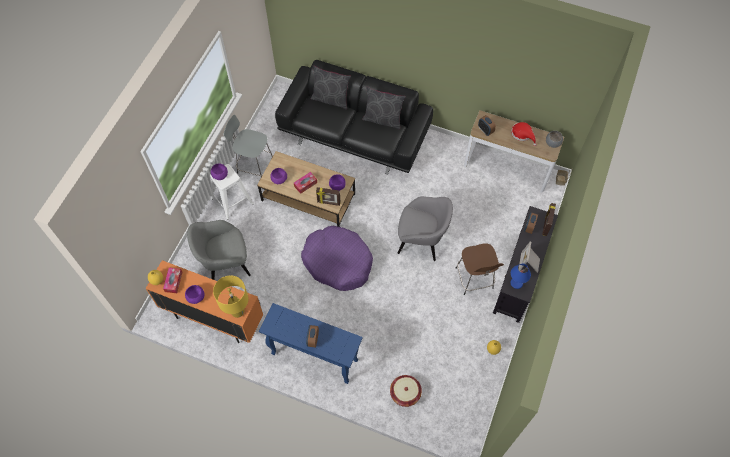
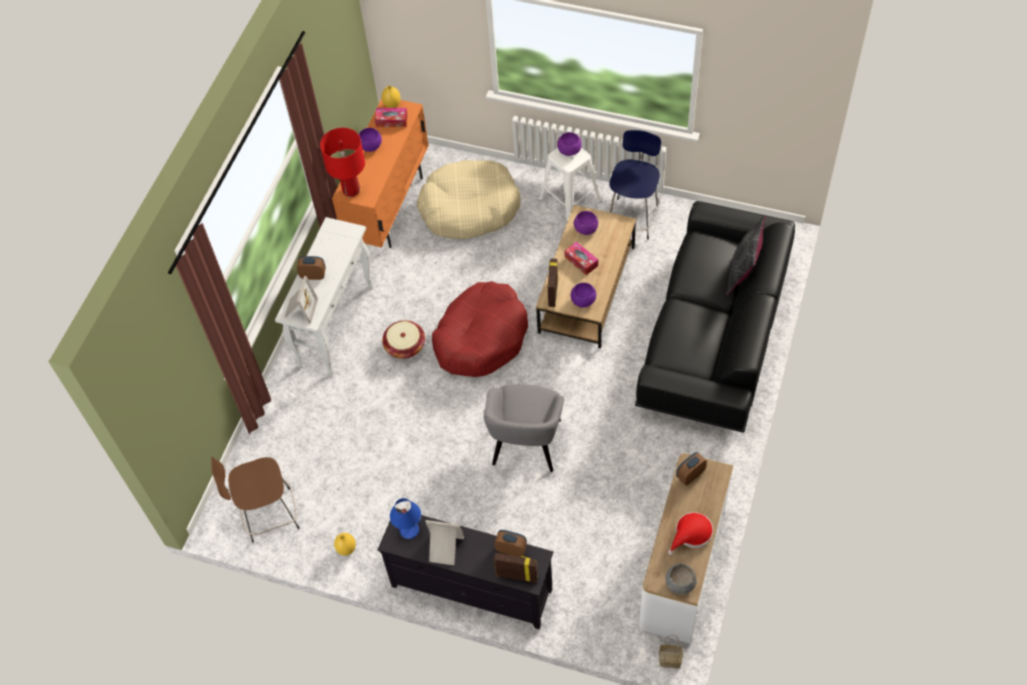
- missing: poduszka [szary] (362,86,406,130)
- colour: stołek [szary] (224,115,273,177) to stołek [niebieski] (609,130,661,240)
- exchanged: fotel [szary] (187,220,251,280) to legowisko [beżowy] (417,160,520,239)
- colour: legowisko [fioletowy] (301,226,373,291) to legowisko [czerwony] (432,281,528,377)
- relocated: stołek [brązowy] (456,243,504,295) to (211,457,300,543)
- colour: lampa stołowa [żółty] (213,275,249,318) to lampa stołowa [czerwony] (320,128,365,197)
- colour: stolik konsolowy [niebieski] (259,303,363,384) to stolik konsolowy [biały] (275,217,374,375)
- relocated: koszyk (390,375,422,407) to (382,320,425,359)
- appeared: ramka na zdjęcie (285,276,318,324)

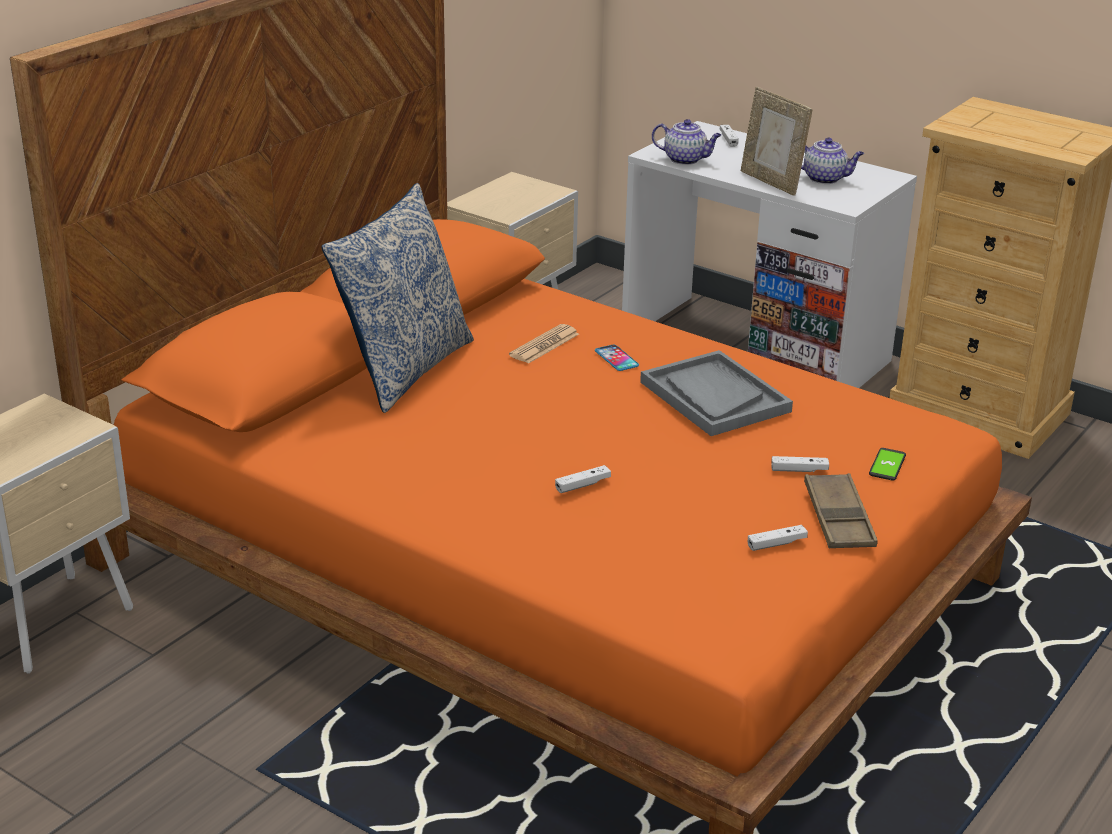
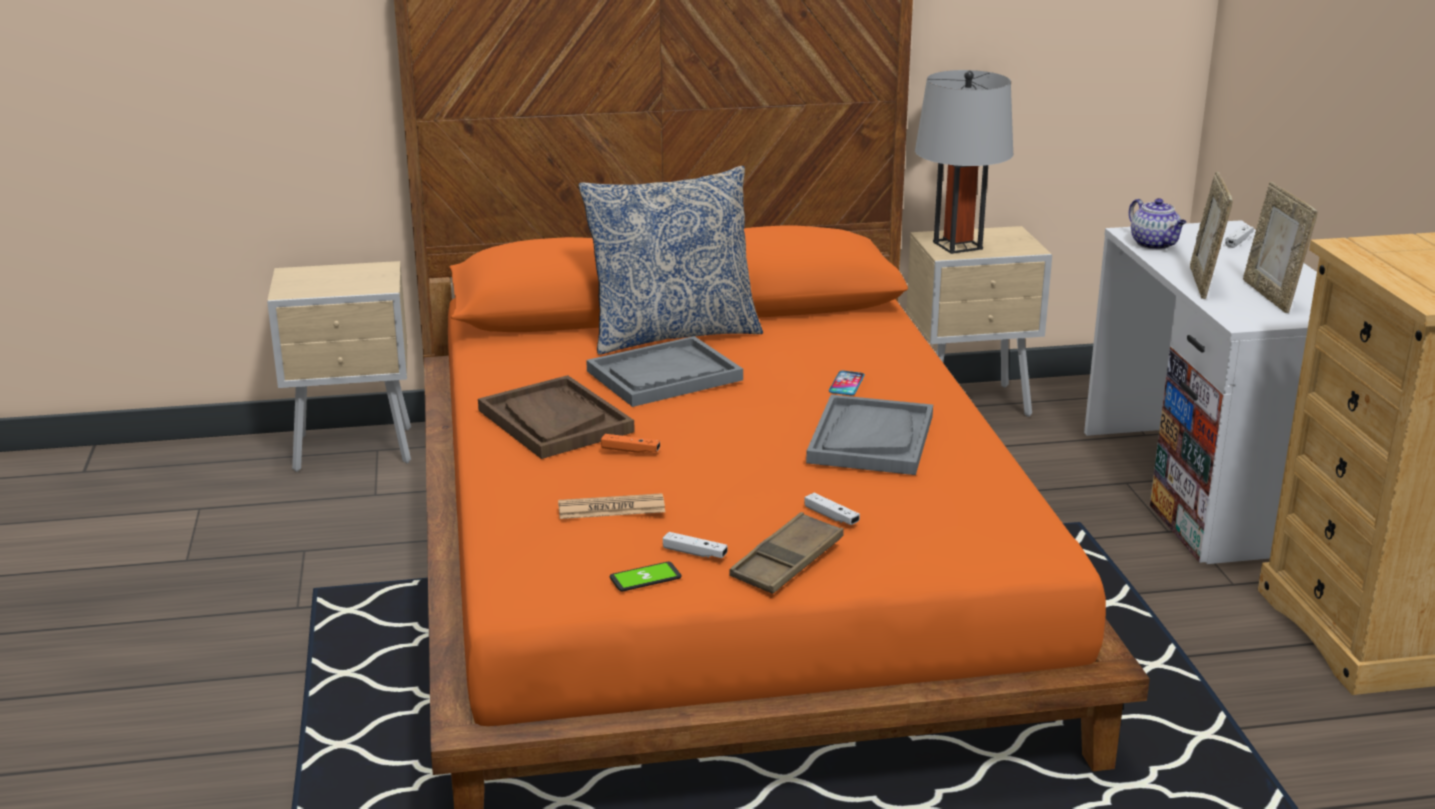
- exchanged: imbryk (801,138,864,184) to ramka na zdjęcie (1243,182,1318,313)
- relocated: gazeta (509,324,579,364) to (558,493,665,519)
- relocated: telefon (869,448,906,481) to (610,562,682,591)
- colour: pad do gier [biały] (555,465,611,493) to pad do gier [pomarańczowy] (601,434,660,453)
- appeared: lampa stołowa [szary] (915,70,1013,254)
- appeared: taca [szary] (586,336,743,407)
- appeared: taca [brązowy] (478,375,635,459)

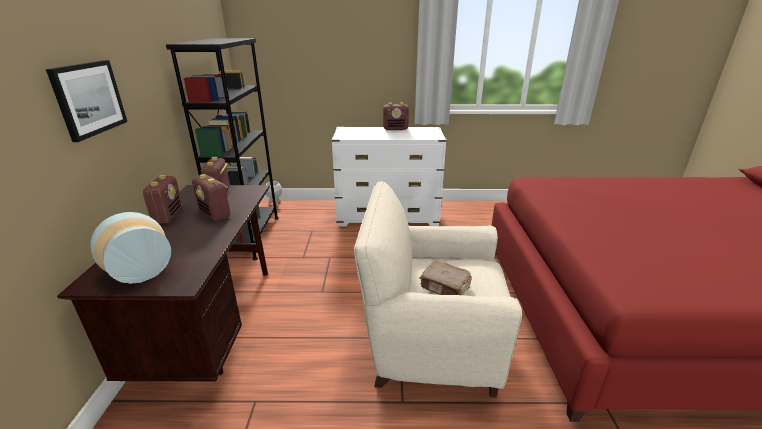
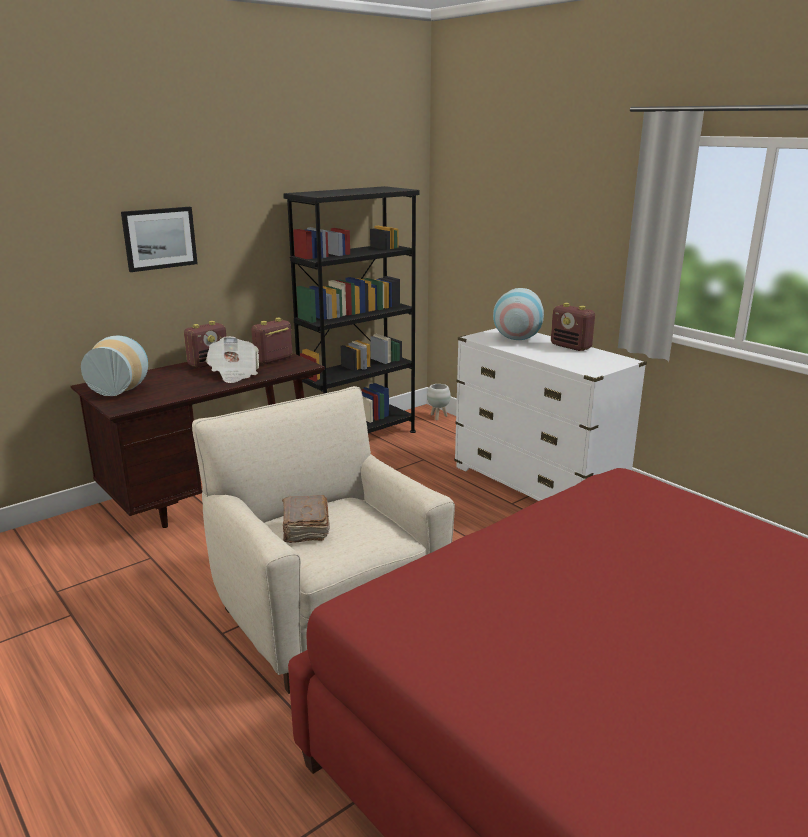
- exchanged: radio (192,174,230,221) to gazeta (206,336,259,383)
- appeared: wazon (493,288,544,340)

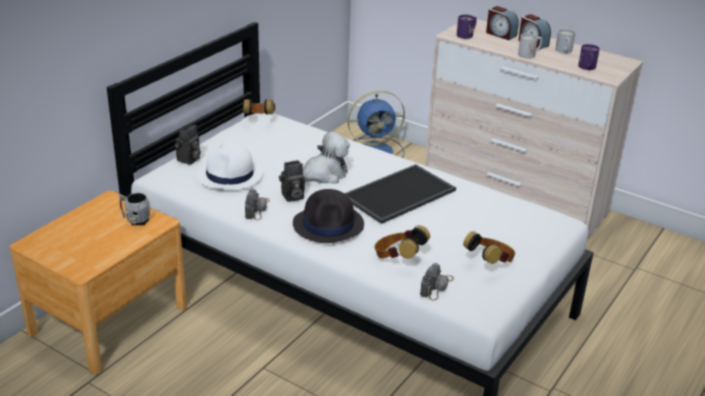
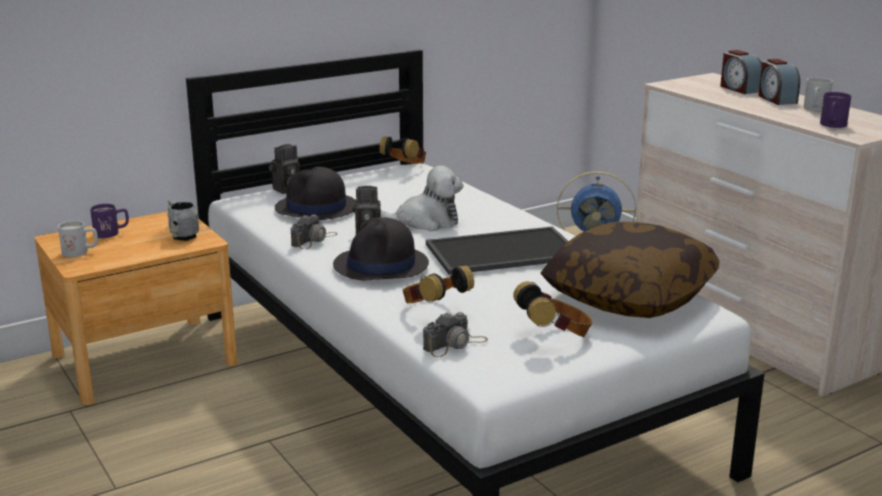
- relocated: kubek [fioletowy] (457,15,477,39) to (90,204,129,238)
- relocated: kubek [biały] (518,33,542,59) to (58,221,98,257)
- colour: kapelusz [biały] (197,142,263,189) to kapelusz [czarny] (275,167,356,220)
- appeared: poduszka (541,222,720,318)

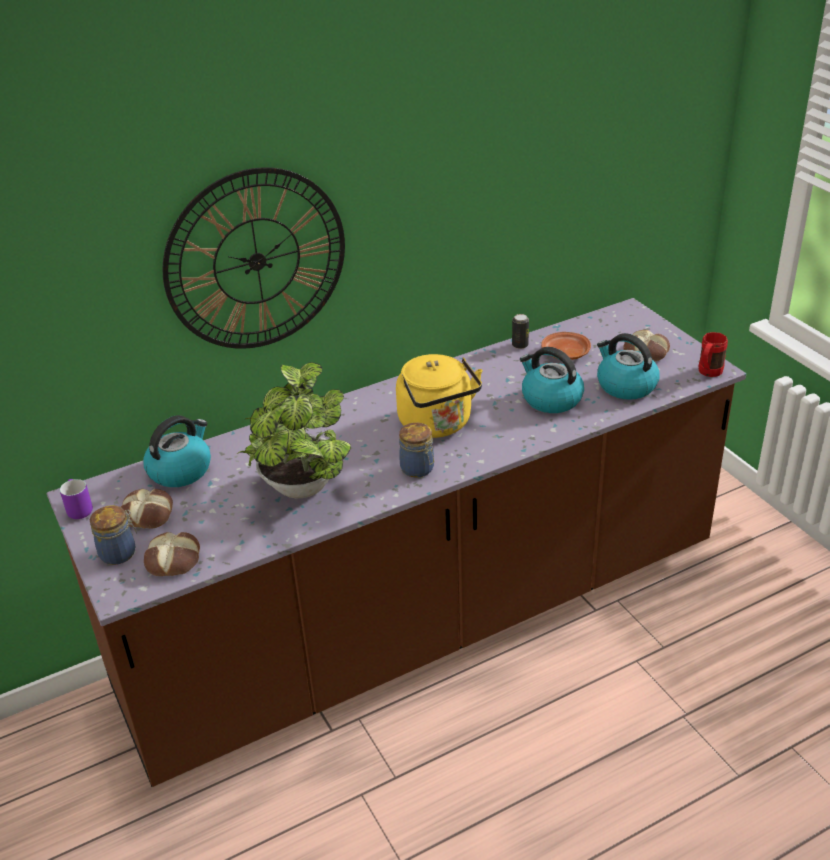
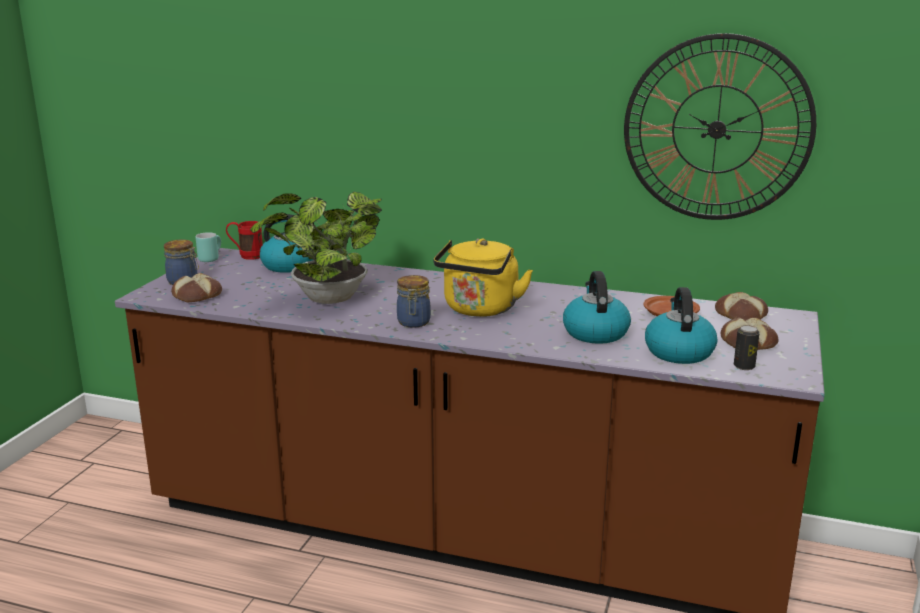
- relocated: zegar ścienny (162,167,345,349) to (624,33,816,220)
- relocated: puszka (512,314,529,349) to (734,325,760,370)
- relocated: kubek [czerwony] (699,332,728,377) to (226,221,263,260)
- colour: kubek [fioletowy] (60,479,93,519) to kubek [turkusowy] (196,232,221,262)
- relocated: chleb (121,489,173,529) to (715,292,768,321)

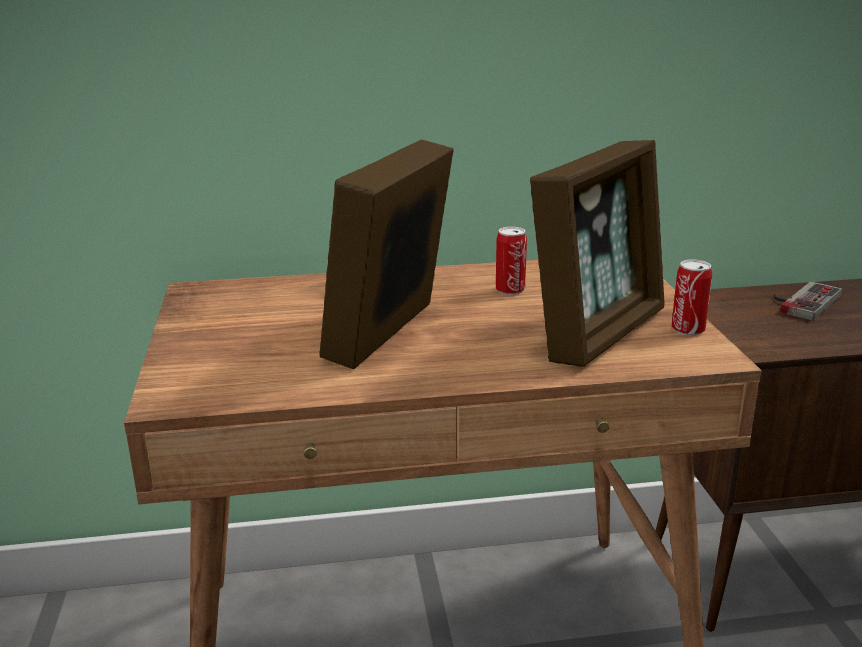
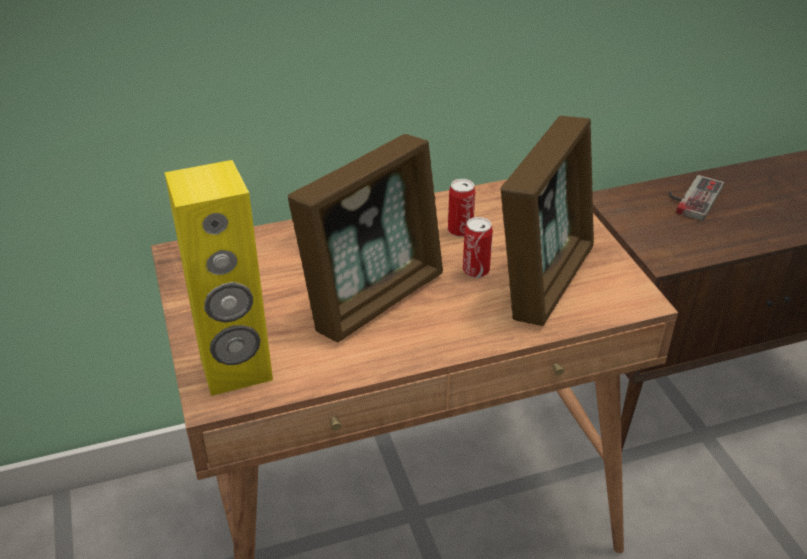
- spun: ramka na zdjęcie (320,139,453,369) = (288,134,443,342) 150 degrees counterclockwise
- relocated: puszka (672,259,712,336) to (463,217,493,278)
- appeared: głośnik [żółty] (164,160,273,396)

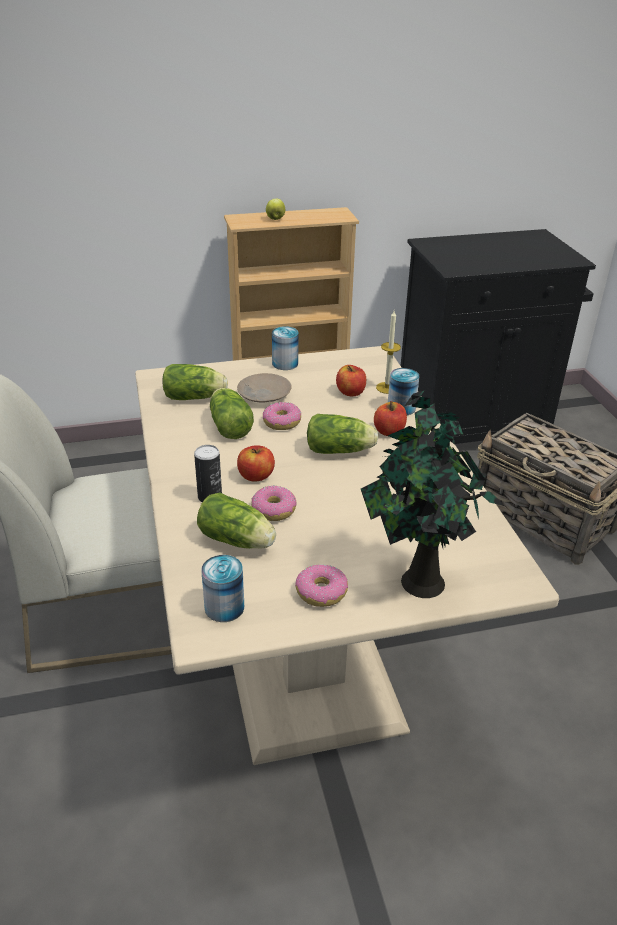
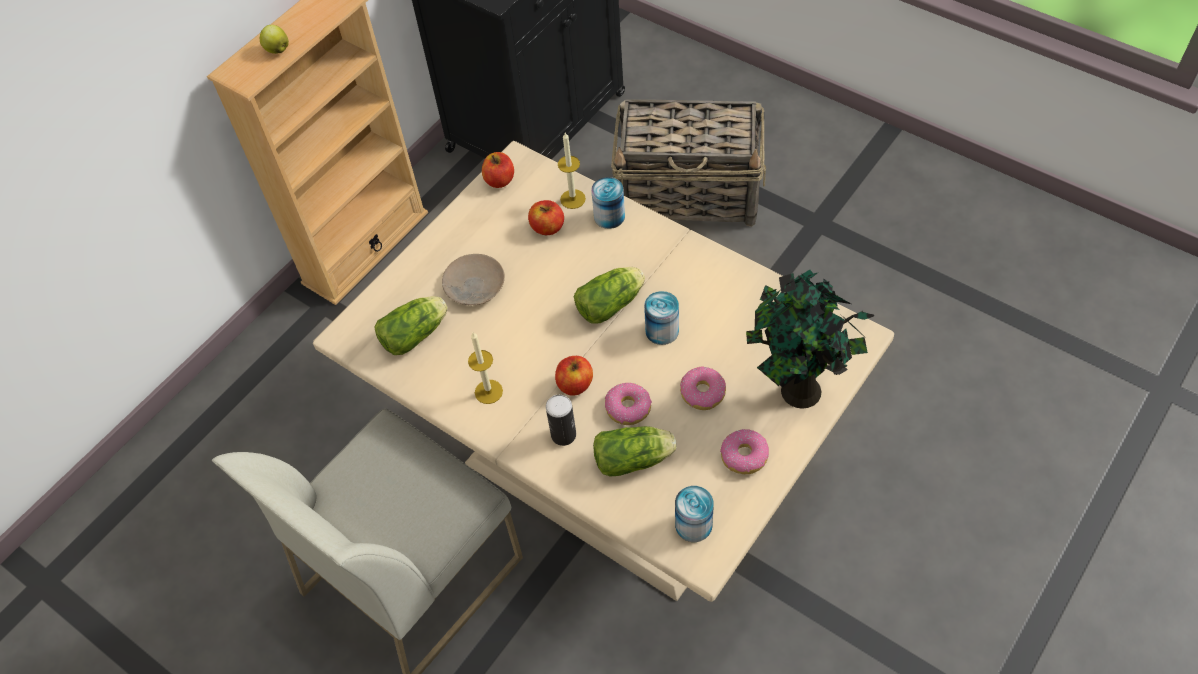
- relocated: puszka (272,326,299,370) to (644,291,679,345)
- missing: sałata (210,388,254,439)
- relocated: jabłko (374,401,407,436) to (482,152,514,188)
- relocated: donut (263,402,301,430) to (680,367,726,410)
- appeared: świeca (468,332,503,404)

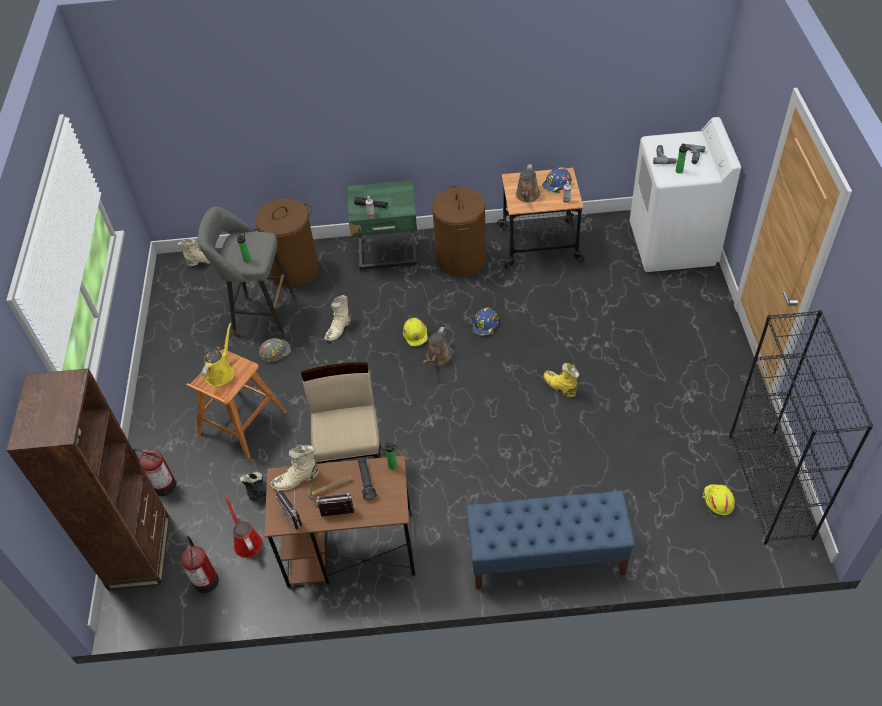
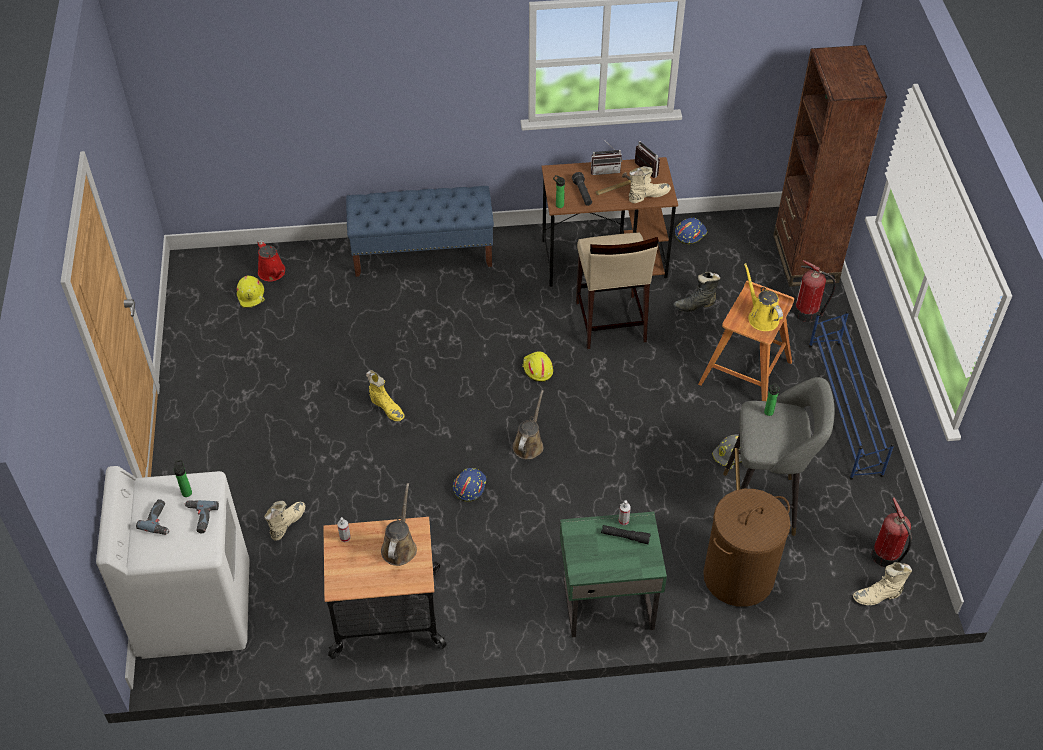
- relocated: kask [niebieski] (542,167,572,194) to (675,218,707,244)
- missing: kosz na pranie [brązowy] (432,186,486,277)
- relocated: but z cholewką [beżowy] (324,295,351,341) to (264,500,305,541)
- missing: regał [czarny] (729,310,874,545)
- relocated: kask [żółty] (403,318,429,347) to (522,351,553,382)
- spun: konewka [żółty] (202,323,234,386) = (744,263,783,331) 135 degrees clockwise
- relocated: konewka [czerwony] (224,495,262,558) to (257,240,285,281)
- relocated: gaśnica (181,536,219,593) to (872,497,912,567)
- appeared: regał na buty [niebieski] (809,310,894,480)

